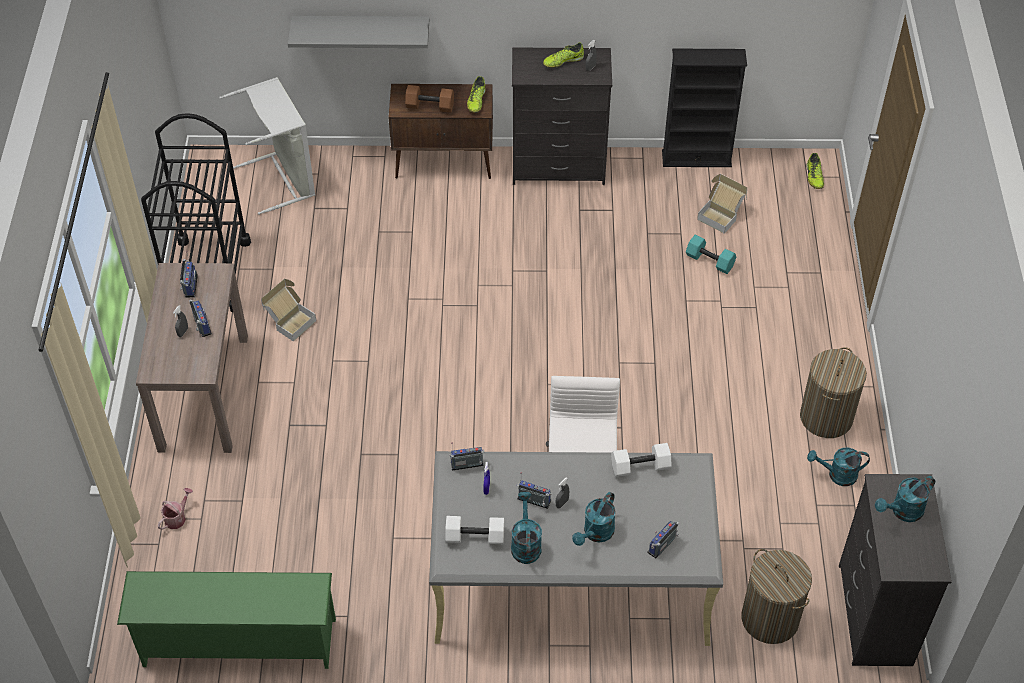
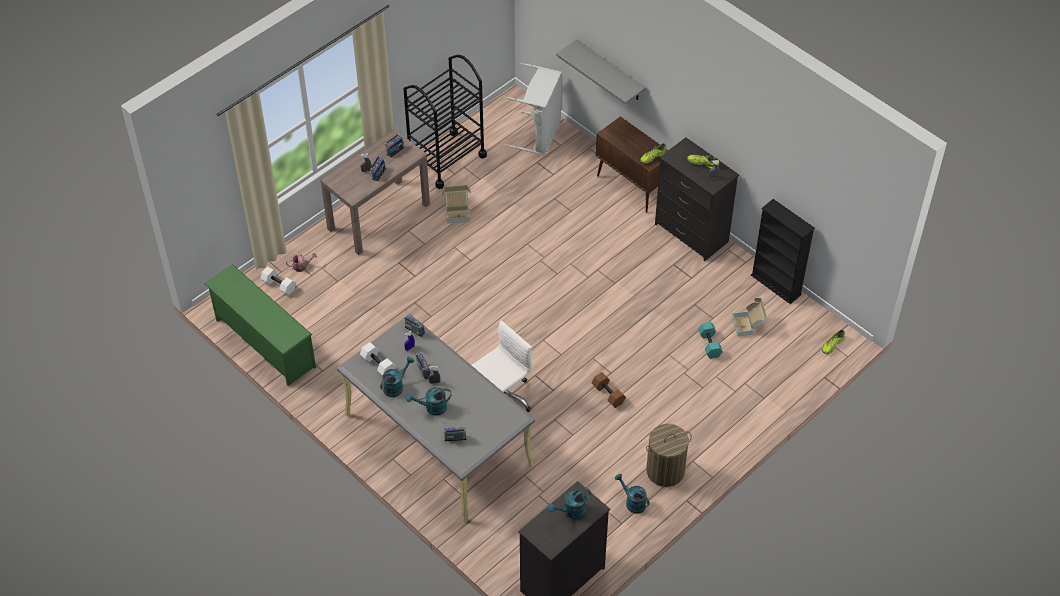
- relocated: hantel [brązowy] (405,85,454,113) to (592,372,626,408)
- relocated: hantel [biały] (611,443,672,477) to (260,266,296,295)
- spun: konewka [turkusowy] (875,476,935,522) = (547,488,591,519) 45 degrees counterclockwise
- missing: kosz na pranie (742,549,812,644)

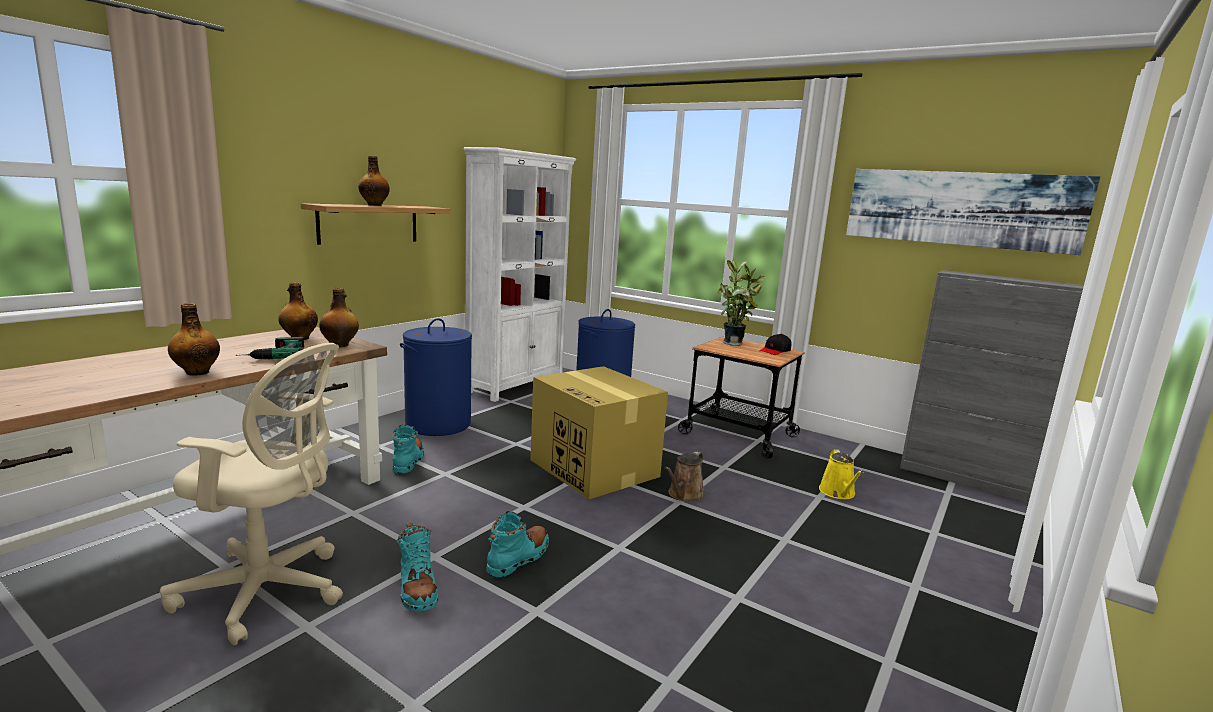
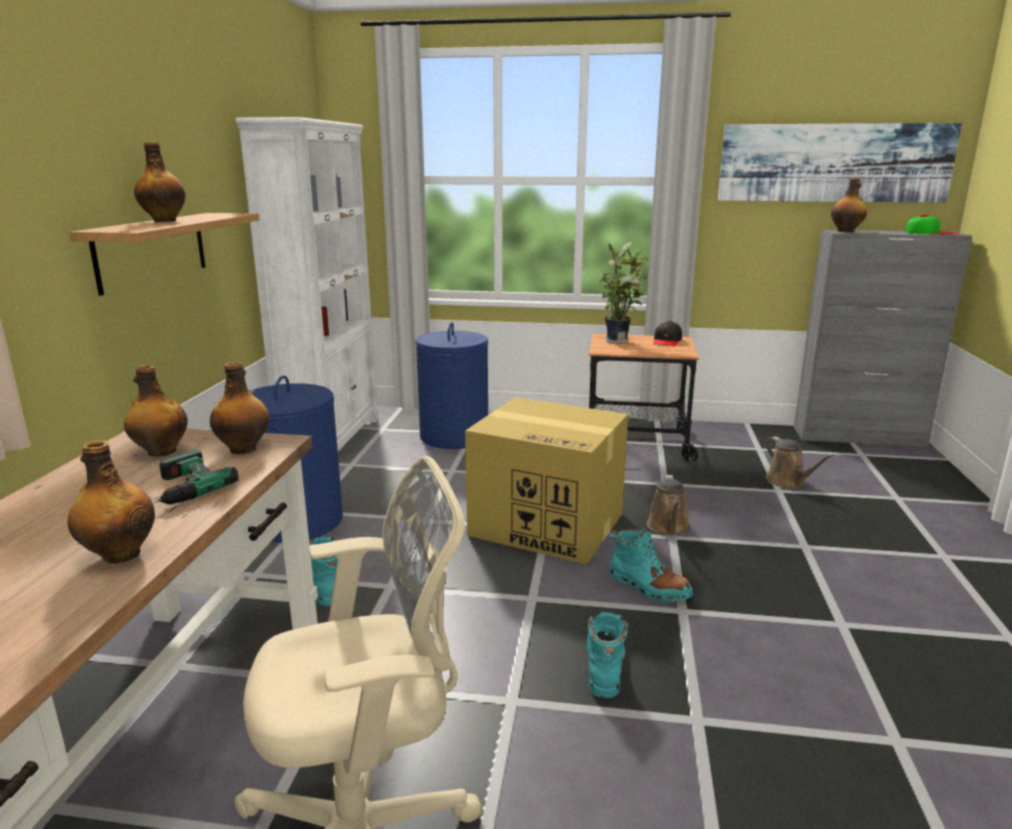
- colour: konewka [żółty] (819,449,863,499) to konewka [brązowy] (765,437,834,488)
- relocated: but z cholewką [turkusowy] (397,523,438,611) to (609,528,693,603)
- appeared: butelka (831,178,867,232)
- appeared: czapka z daszkiem (905,214,960,235)

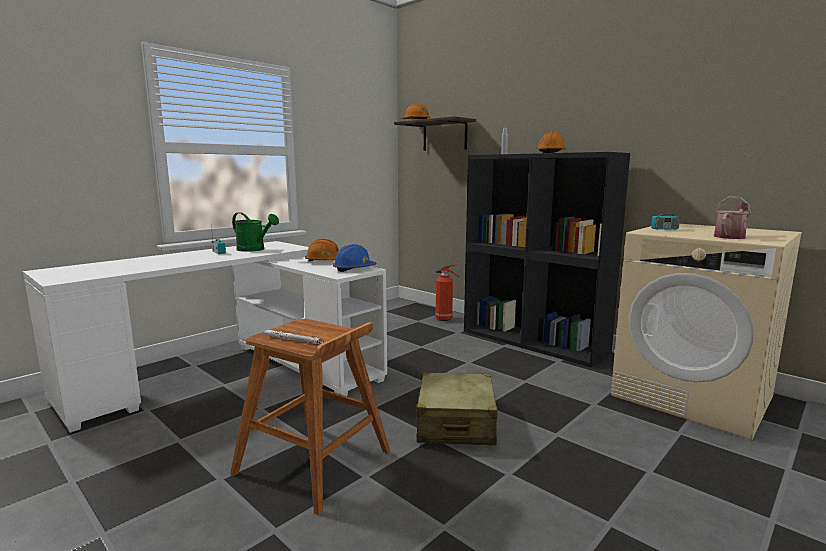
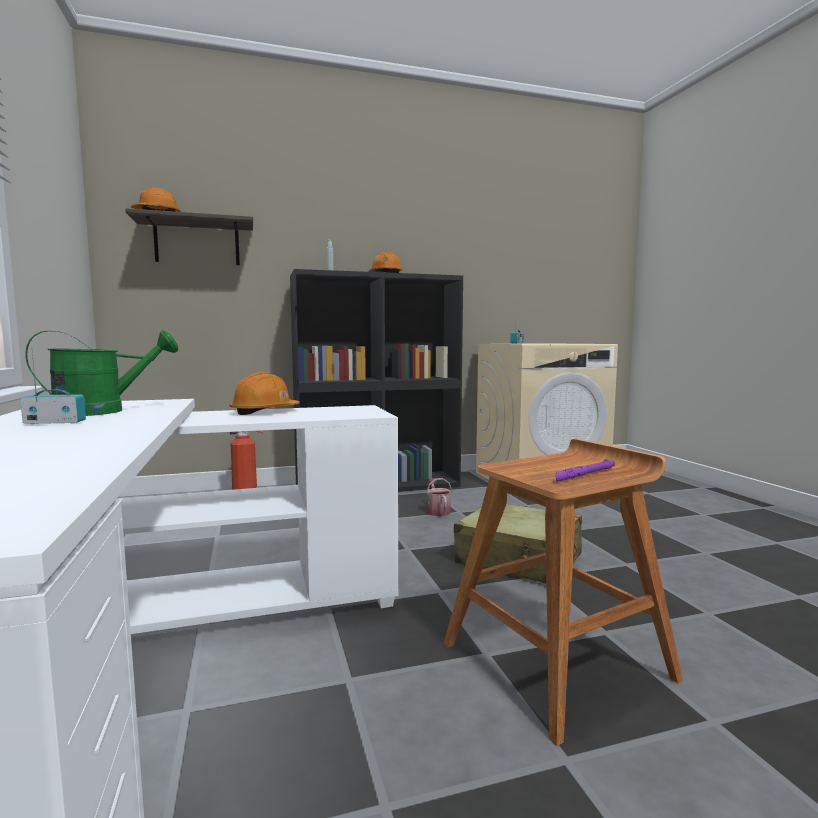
- relocated: konewka (714,196,751,239) to (426,478,452,516)
- missing: kask [niebieski] (333,244,377,272)
- colour: latarka [biały] (264,330,323,344) to latarka [fioletowy] (556,459,615,482)

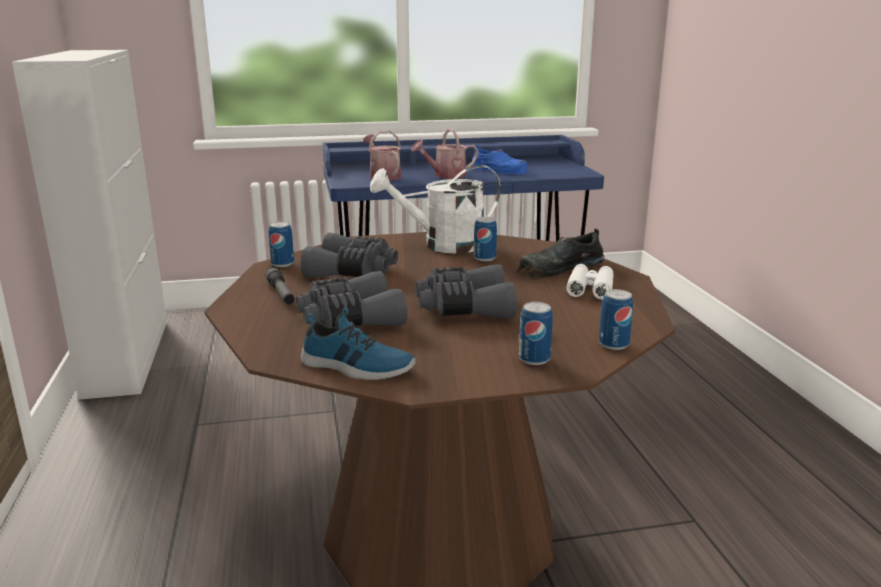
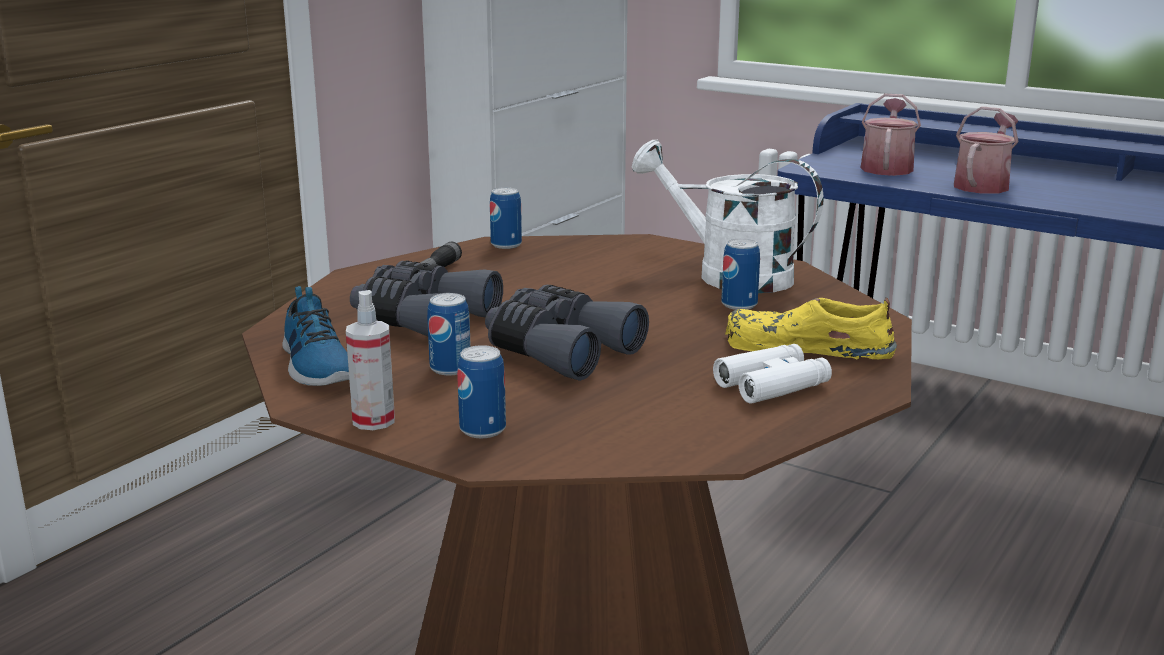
- spun: konewka (411,129,478,179) = (954,106,1018,194) 105 degrees clockwise
- missing: but [niebieski] (472,145,528,174)
- colour: but [czarny] (517,228,605,278) to but [żółty] (725,297,897,360)
- missing: lornetka [szary] (300,233,398,278)
- relocated: puszka (599,289,633,350) to (427,293,471,376)
- appeared: spryskiwacz (346,290,395,430)

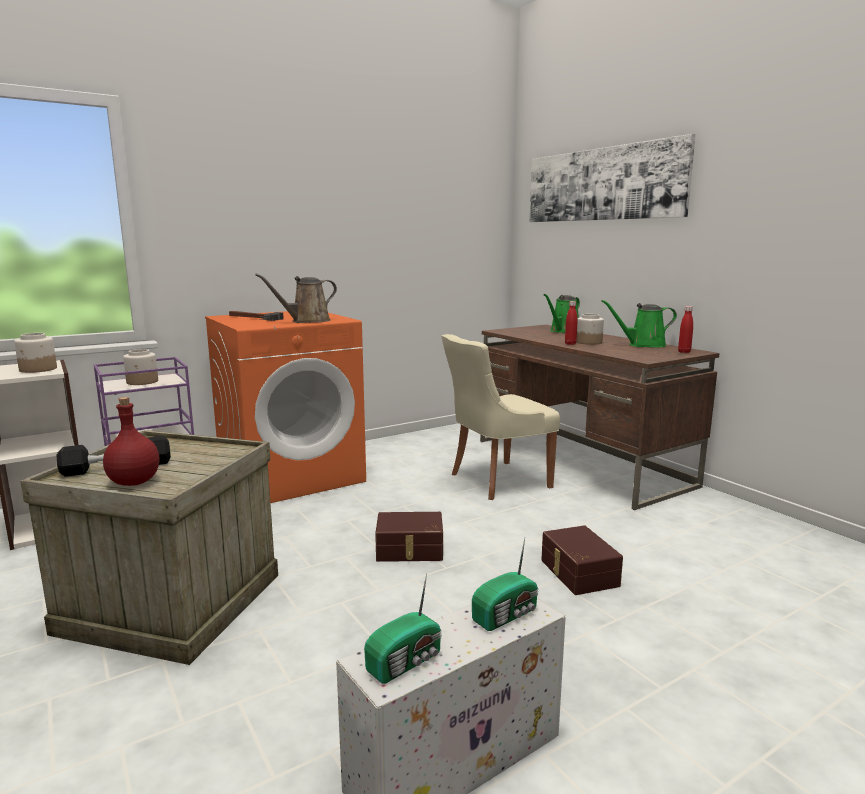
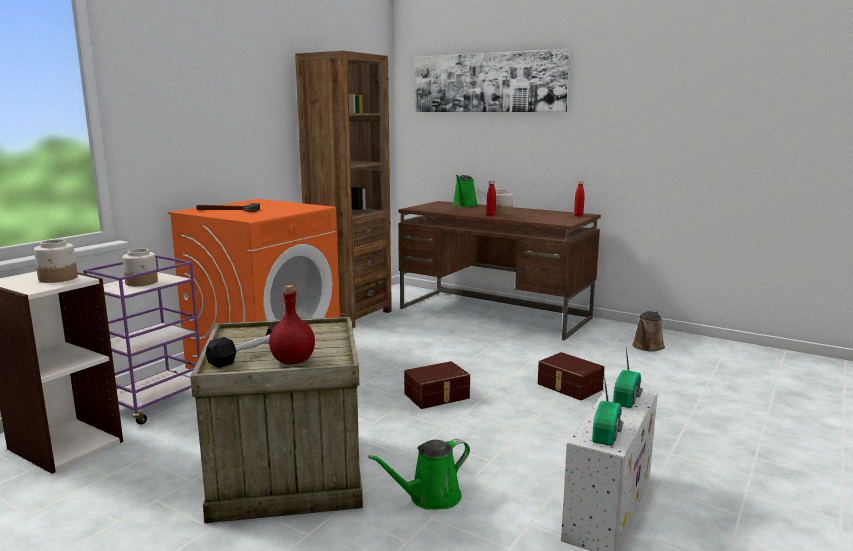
- relocated: konewka [brązowy] (255,273,337,323) to (632,310,665,352)
- relocated: konewka [zielony] (601,300,677,348) to (368,439,470,510)
- missing: krzesło [beżowy] (441,334,560,500)
- appeared: regał [brązowy] (295,51,392,328)

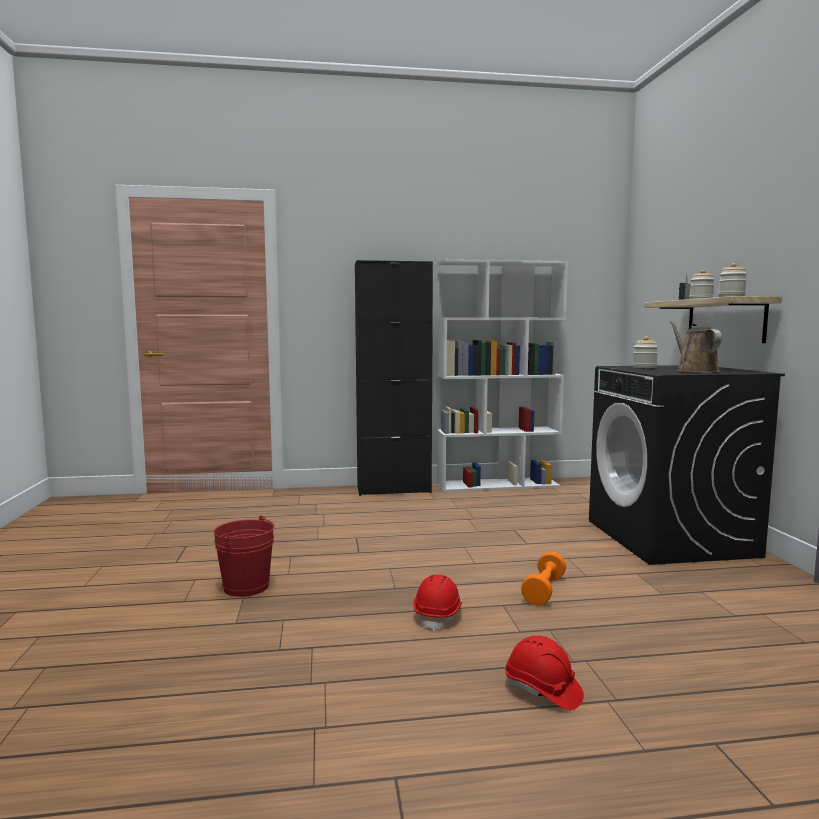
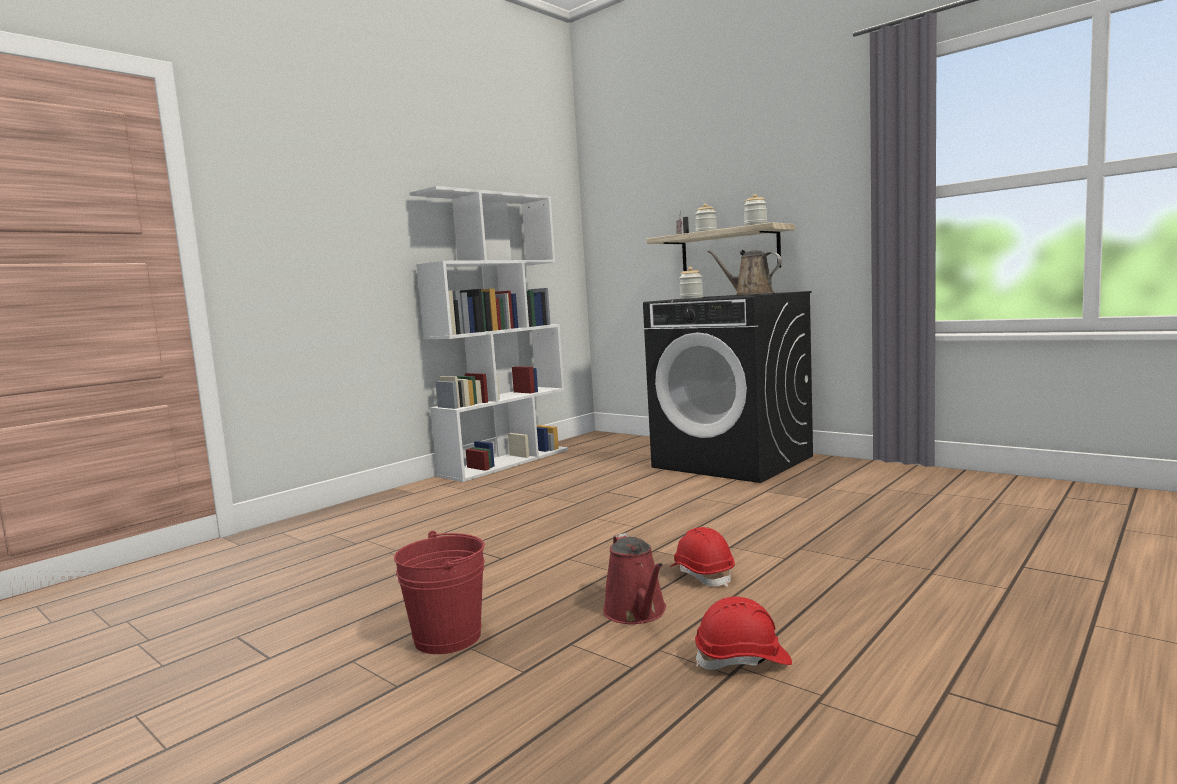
- missing: szafka [czarny] (355,260,433,496)
- missing: hantel [pomarańczowy] (521,552,566,605)
- relocated: kask [czerwony] (505,636,584,710) to (695,596,792,670)
- appeared: konewka [czerwony] (603,533,666,624)

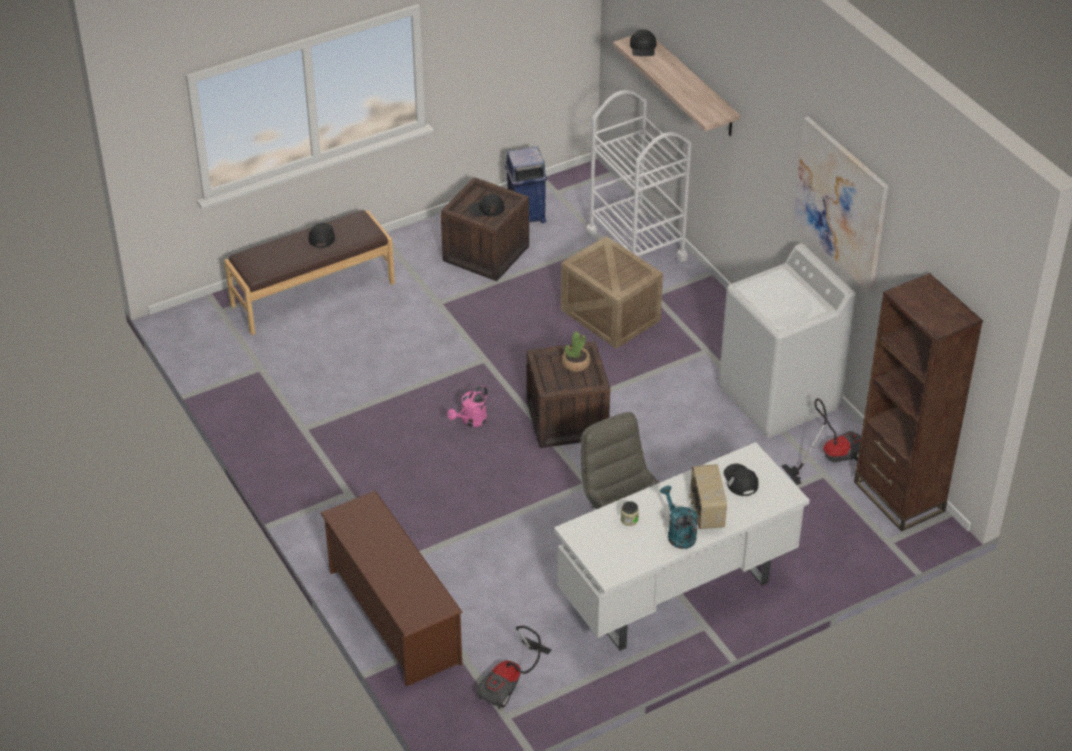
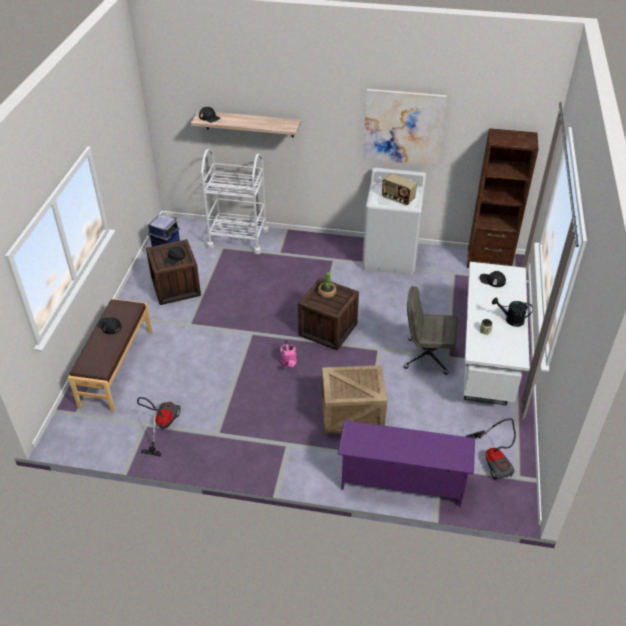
- relocated: skrzynka (561,236,663,349) to (322,365,387,434)
- relocated: odkurzacz (782,398,861,485) to (137,397,181,457)
- relocated: radio (689,464,727,529) to (382,173,417,205)
- colour: konewka [turkusowy] (660,486,698,549) to konewka [czarny] (492,298,533,327)
- colour: regał na buty [brązowy] (320,491,463,687) to regał na buty [fioletowy] (337,420,475,507)

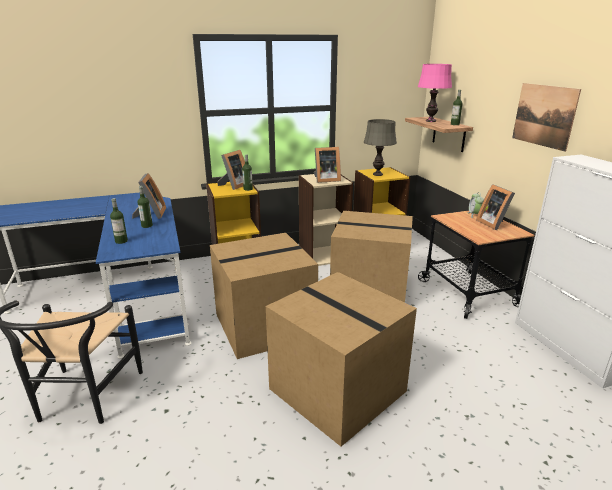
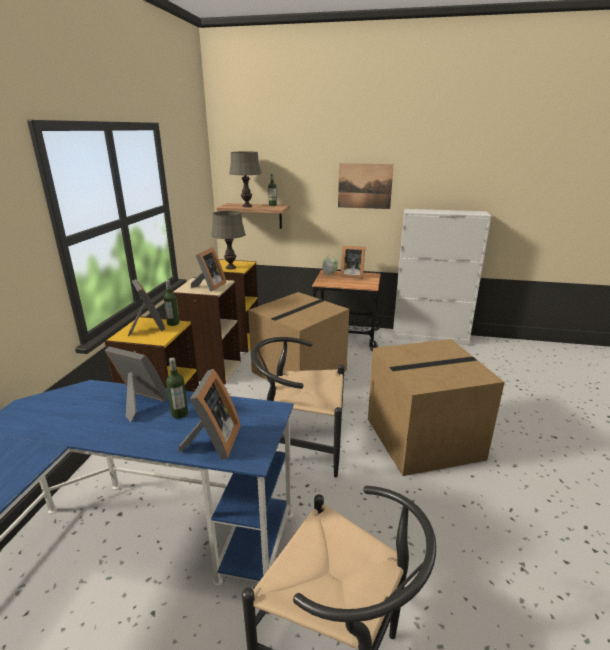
- colour: lampa stołowa [różowy] (418,64,452,122) to lampa stołowa [szary] (229,151,261,207)
- exchanged: butelka (110,198,128,244) to ramka na zdjęcie (178,369,241,460)
- exchanged: karton (210,233,318,359) to krzesło [czarny] (251,337,344,477)

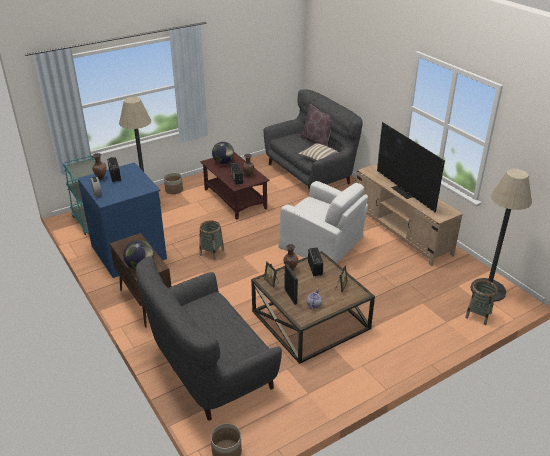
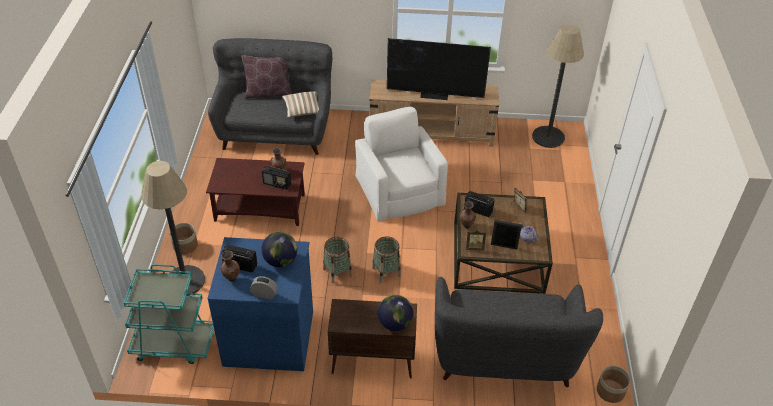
- relocated: globus (212,142,234,164) to (262,232,297,267)
- spun: fotel [biały] (278,181,368,263) = (355,107,448,221) 90 degrees counterclockwise
- relocated: koszyk (465,280,497,325) to (372,236,401,283)

